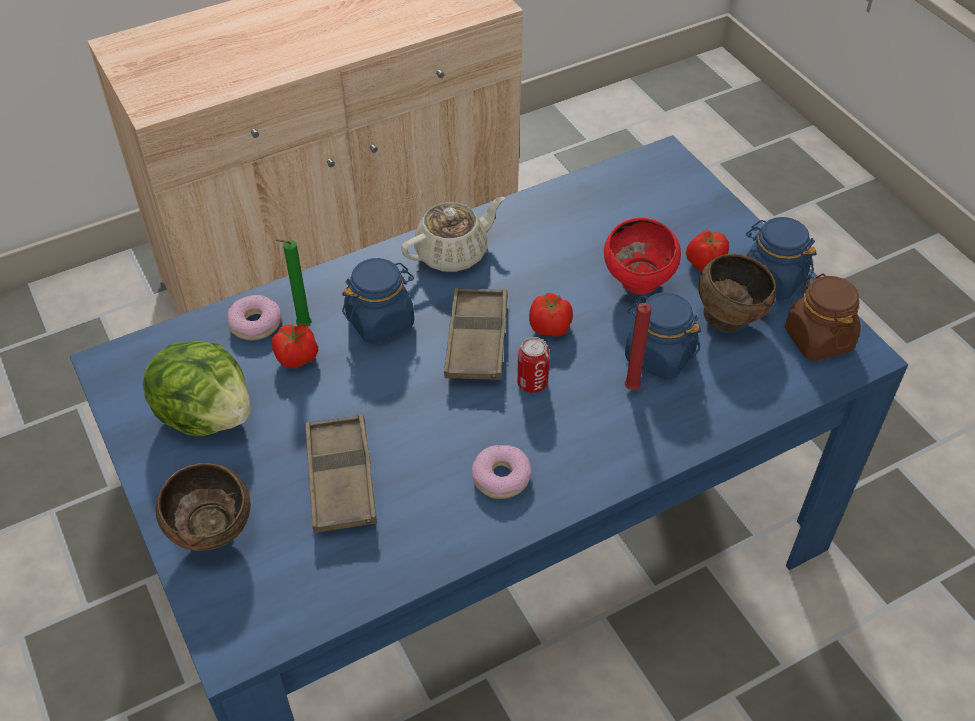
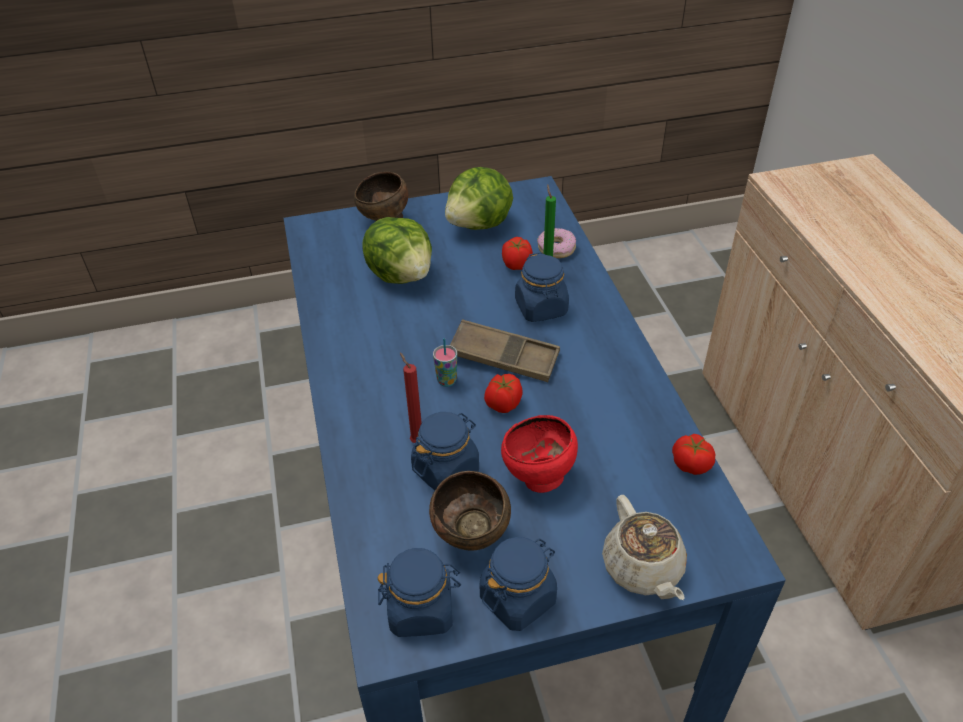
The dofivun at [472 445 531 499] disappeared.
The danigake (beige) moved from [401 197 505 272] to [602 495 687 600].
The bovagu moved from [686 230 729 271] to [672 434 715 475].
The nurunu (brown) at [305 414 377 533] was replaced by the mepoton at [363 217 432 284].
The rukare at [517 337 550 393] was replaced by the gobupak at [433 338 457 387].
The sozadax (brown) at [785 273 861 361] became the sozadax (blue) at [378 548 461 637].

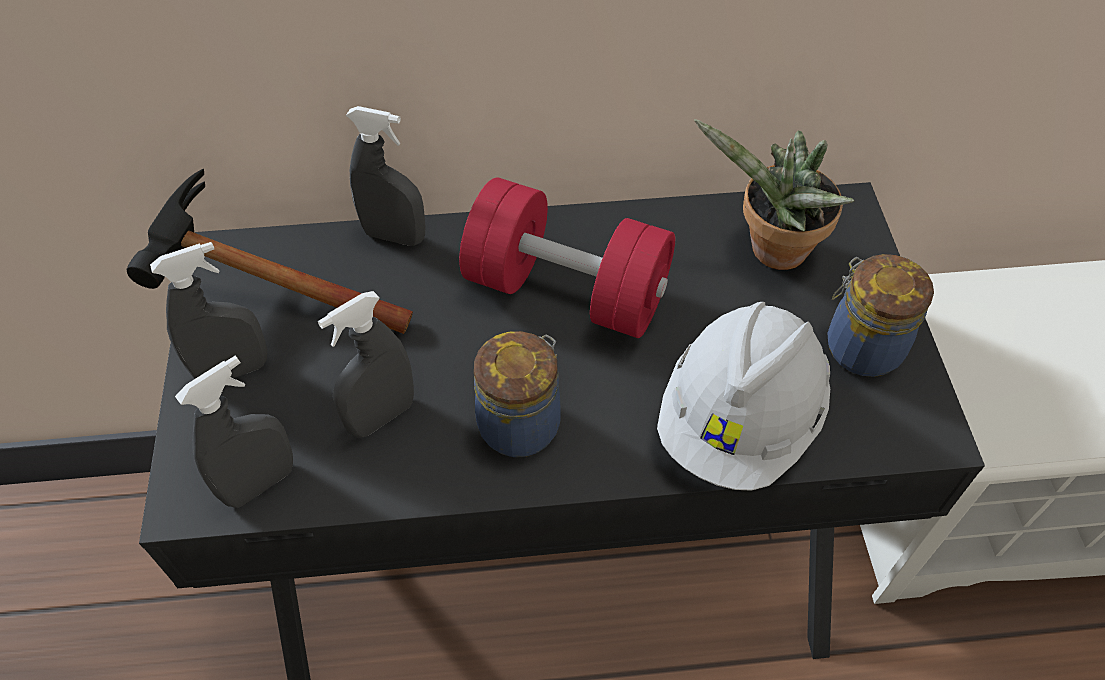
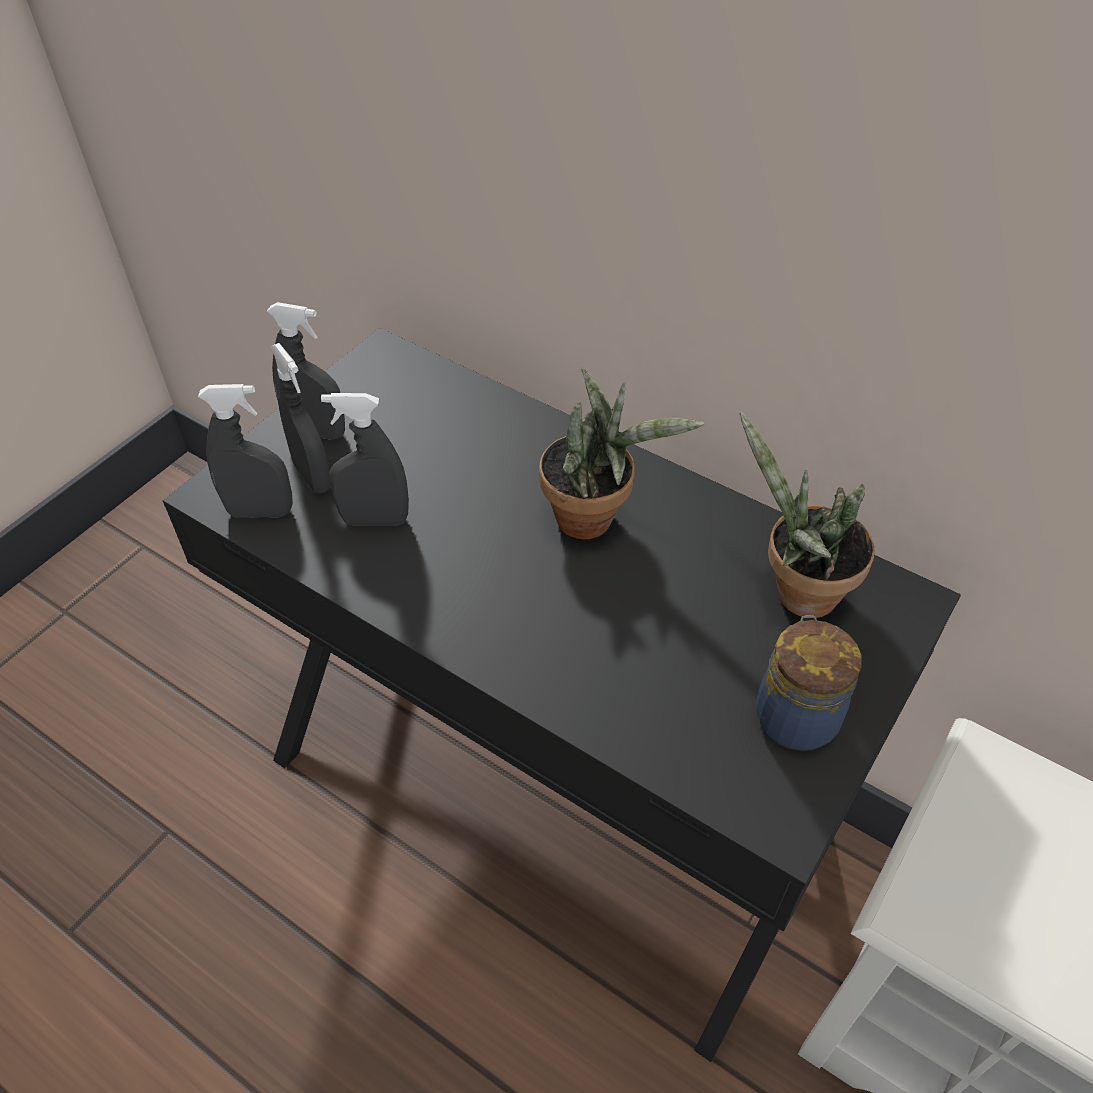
The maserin at [127 169 413 334] disappeared.
The sozadax at [474 331 561 457] disappeared.
The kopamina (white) at [657 302 830 491] disappeared.
The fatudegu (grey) moved from [346 106 425 246] to [270 343 330 493].
The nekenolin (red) at [459 177 675 338] was replaced by the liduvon at [539 367 704 539].

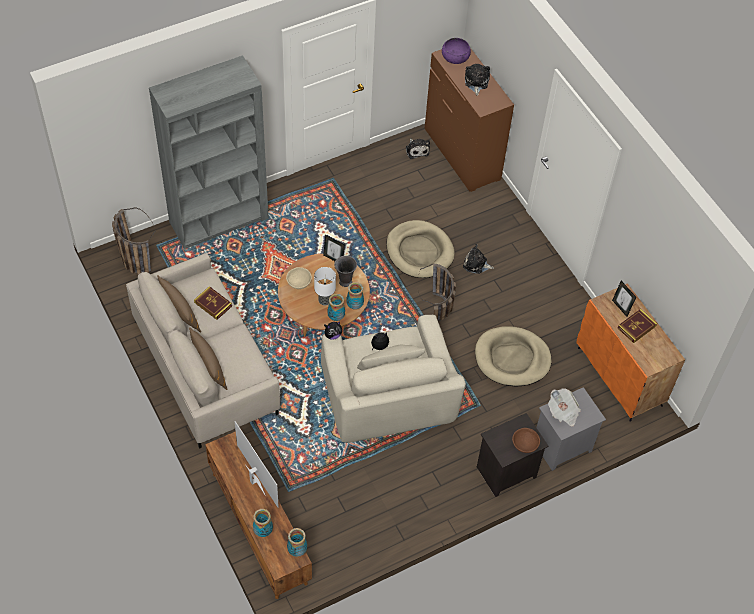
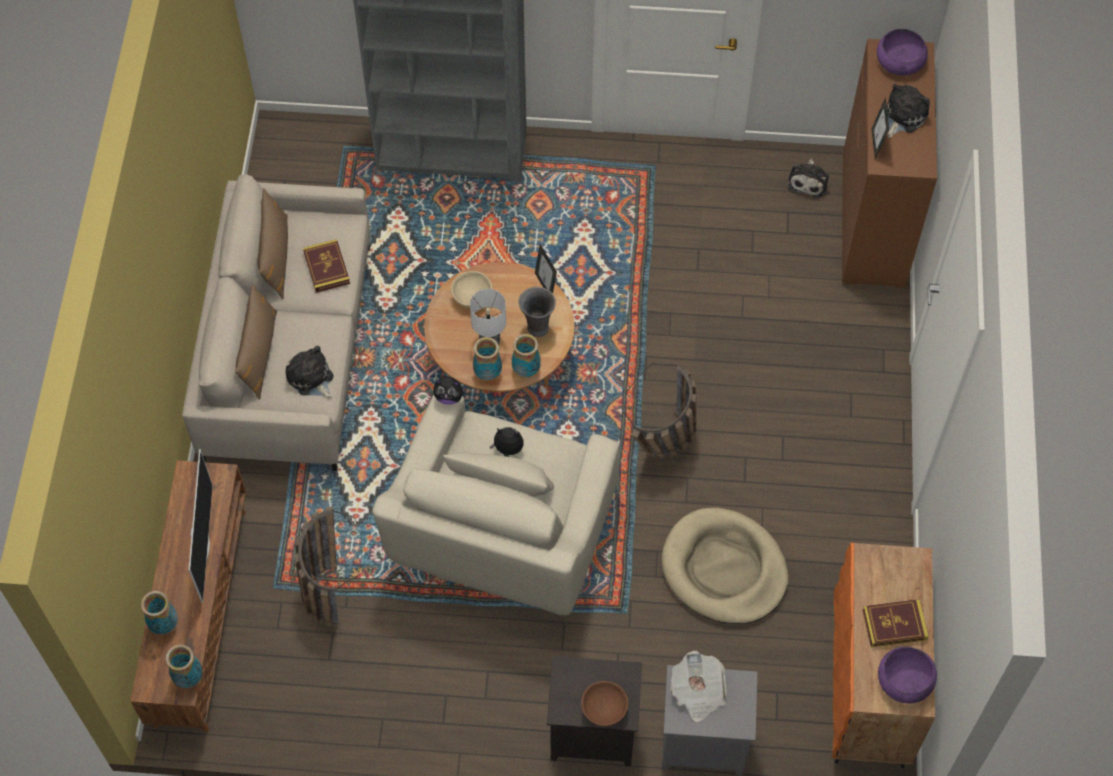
The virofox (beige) at [386 220 455 278] disappeared.
The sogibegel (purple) at [878 647 937 703] appeared.
The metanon moved from [112 207 156 275] to [295 506 362 627].
The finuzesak moved from [463 244 494 274] to [286 346 333 399].
The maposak moved from [612 281 636 317] to [872 97 889 159].

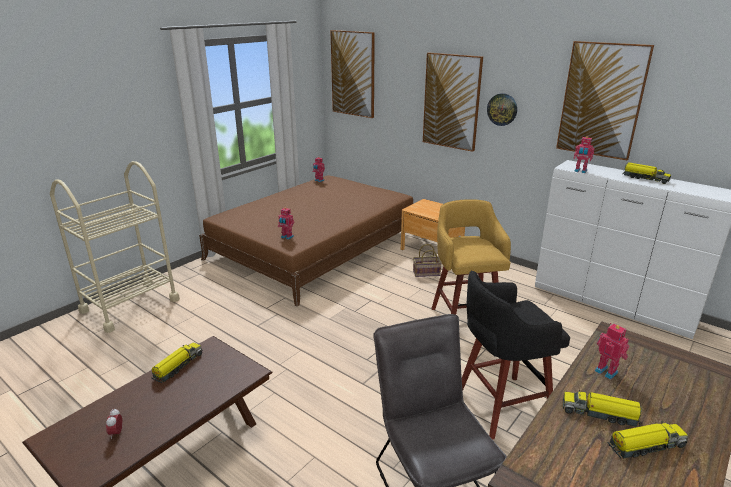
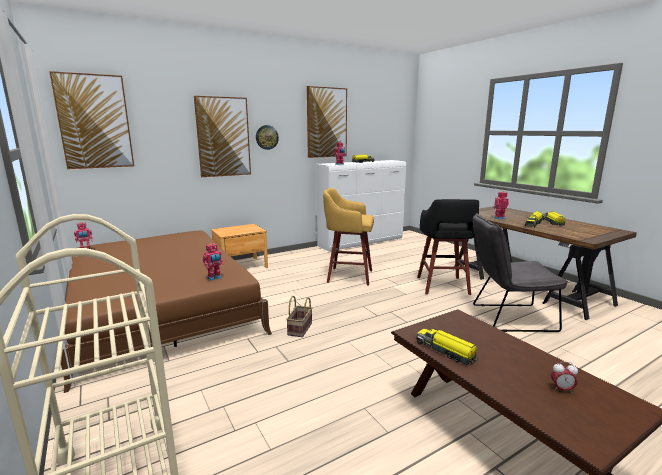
The metanon moved from [413 244 442 277] to [286 296 312 337].

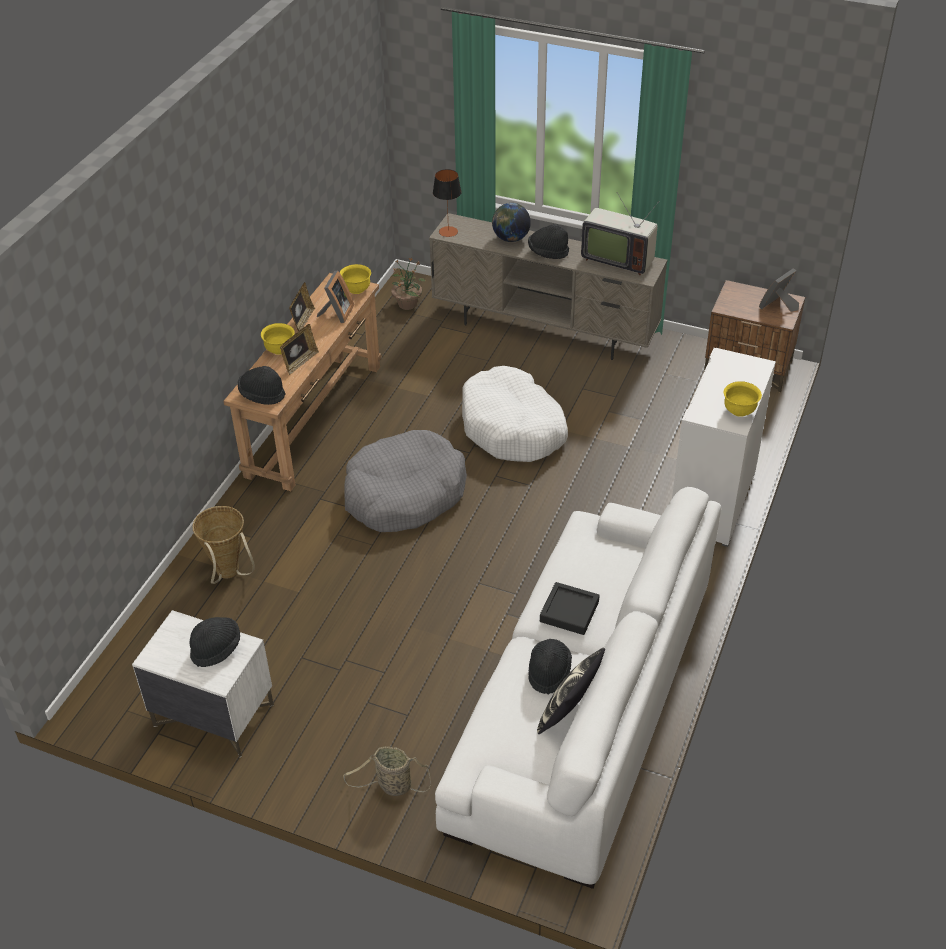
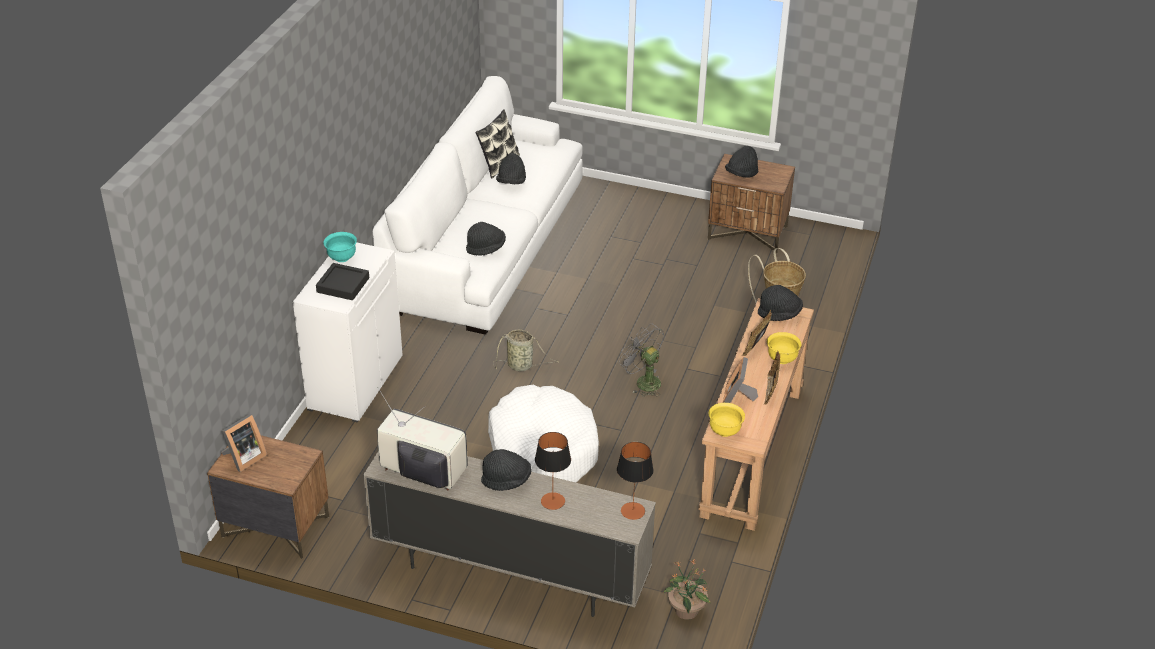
The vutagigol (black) at [466 222 506 256] appeared.
The metanon moved from [343 747 431 796] to [493 329 558 371].
The nurunu (black) moved from [540 582 600 635] to [316 263 369 300].
The virofox (grey) at [345 430 467 532] was replaced by the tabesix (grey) at [619 323 664 397].
The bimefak at [492 203 531 242] was replaced by the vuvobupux at [535 432 571 510].
The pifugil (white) at [132 610 274 757] became the pifugil (brown) at [708 154 795 253].
The sogibegel (yellow) at [724 381 762 417] became the sogibegel (turquoise) at [323 232 357 262].

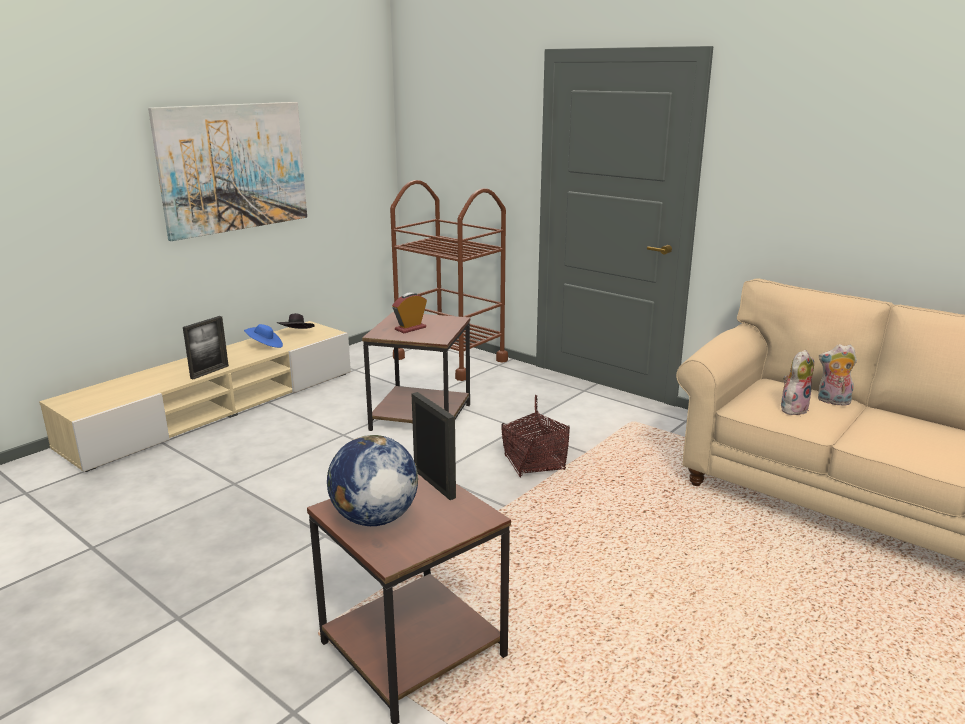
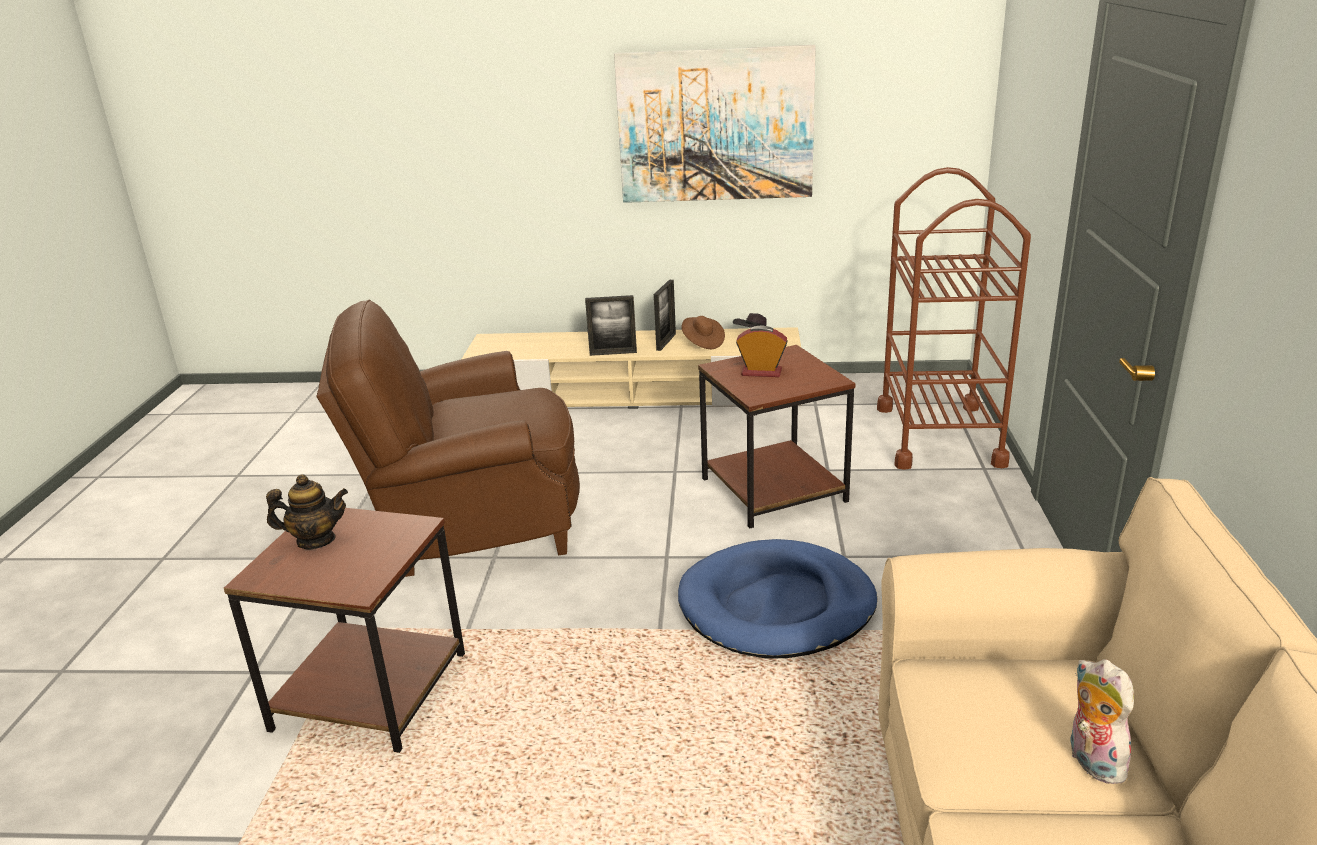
The finuzesak at [781 350 814 415] disappeared.
The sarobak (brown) at [316 300 580 577] appeared.
The maposak moved from [412 392 456 500] to [654 280 676 351].
The bimefak at [327 435 418 526] was replaced by the danigake at [266 474 348 550].
The metanon at [501 395 570 478] was replaced by the virofox (blue) at [678 539 877 659].
The vutagigol (blue) at [244 324 283 348] became the vutagigol (brown) at [681 316 725 349].

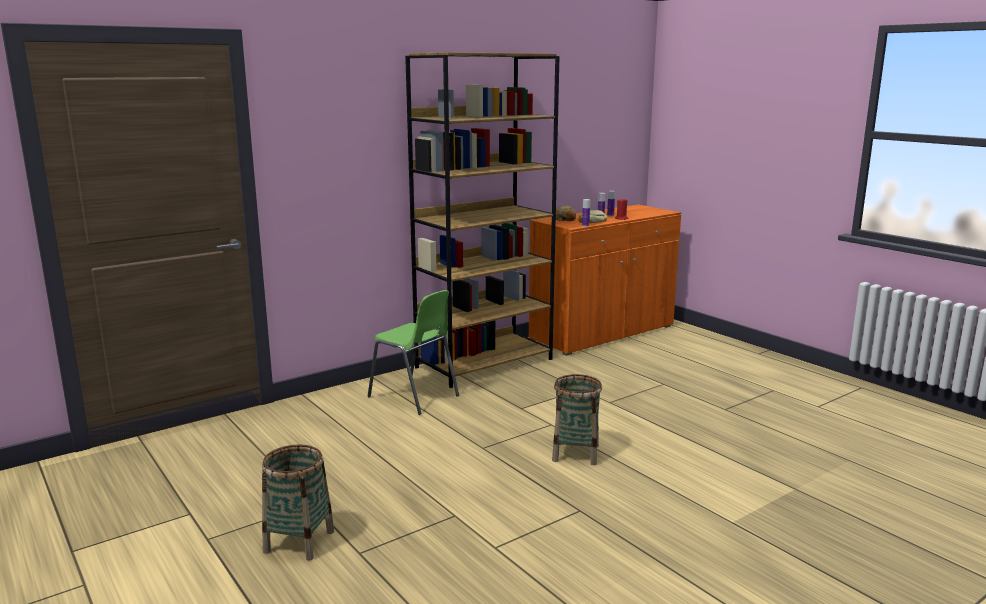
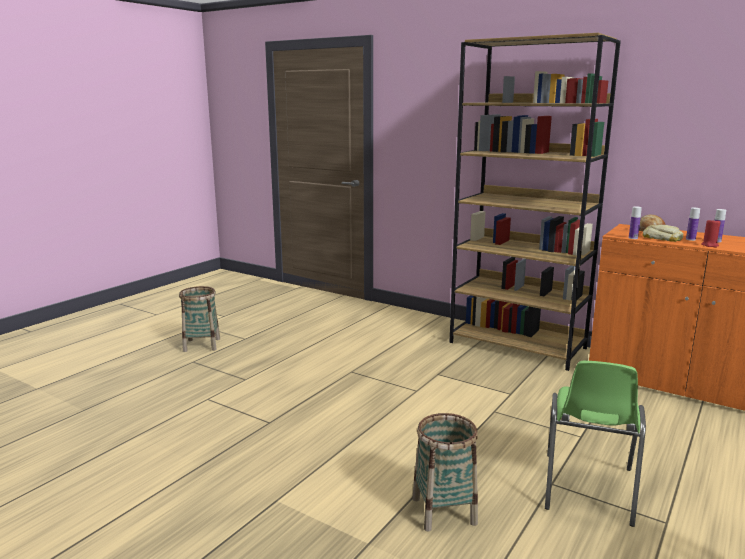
The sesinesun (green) moved from [367 290 459 415] to [545 361 646 527].
The metanon moved from [552 374 602 465] to [412 413 478 532].

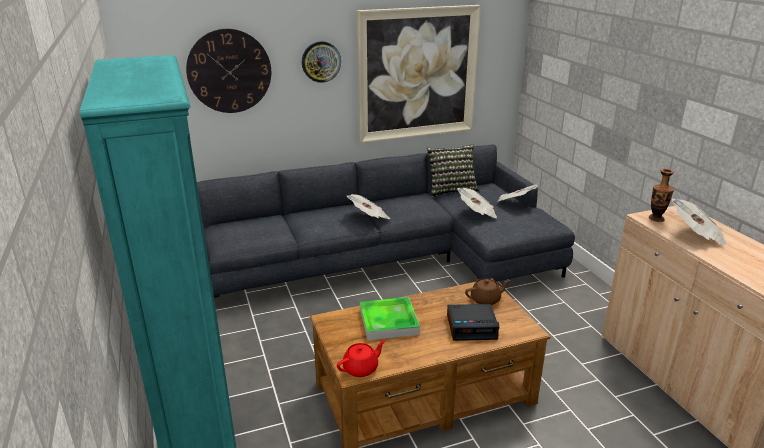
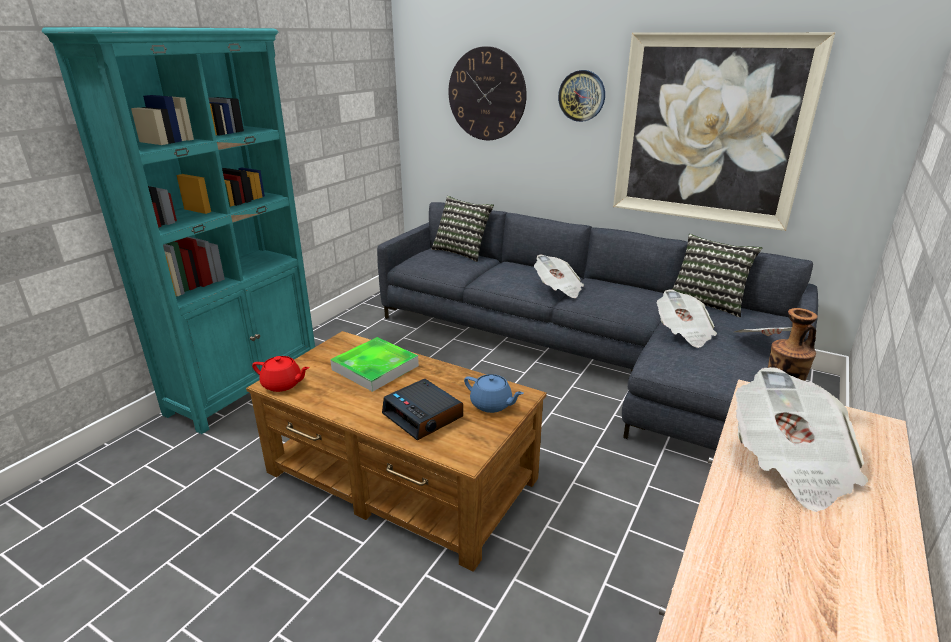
The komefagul at [431 196 494 262] appeared.
The danigake (brown) at [465 278 510 305] became the danigake (blue) at [464 374 524 413].

